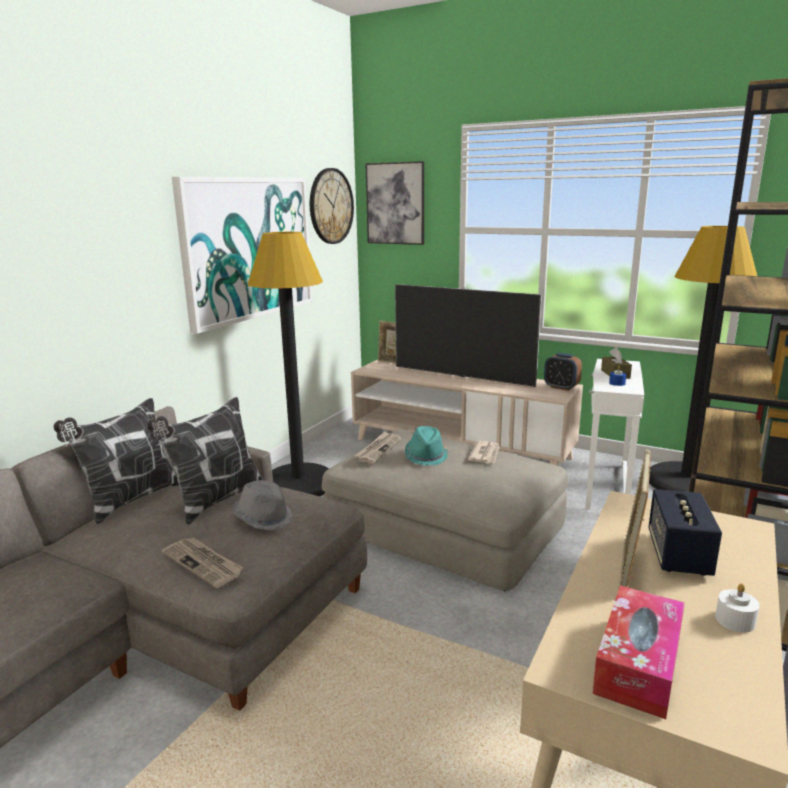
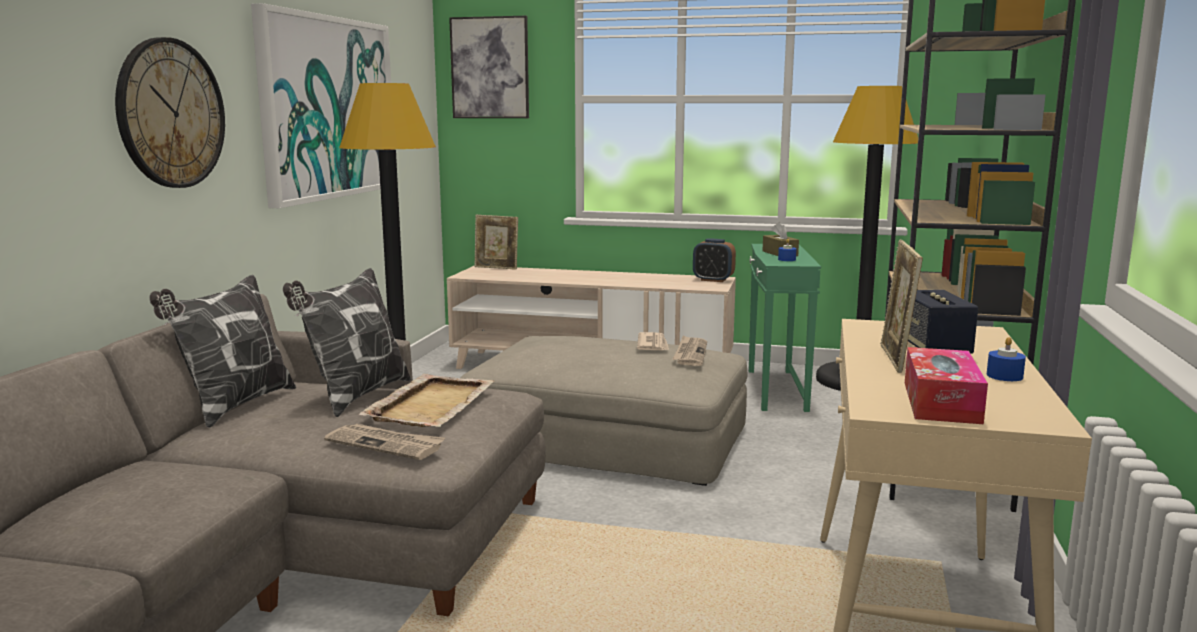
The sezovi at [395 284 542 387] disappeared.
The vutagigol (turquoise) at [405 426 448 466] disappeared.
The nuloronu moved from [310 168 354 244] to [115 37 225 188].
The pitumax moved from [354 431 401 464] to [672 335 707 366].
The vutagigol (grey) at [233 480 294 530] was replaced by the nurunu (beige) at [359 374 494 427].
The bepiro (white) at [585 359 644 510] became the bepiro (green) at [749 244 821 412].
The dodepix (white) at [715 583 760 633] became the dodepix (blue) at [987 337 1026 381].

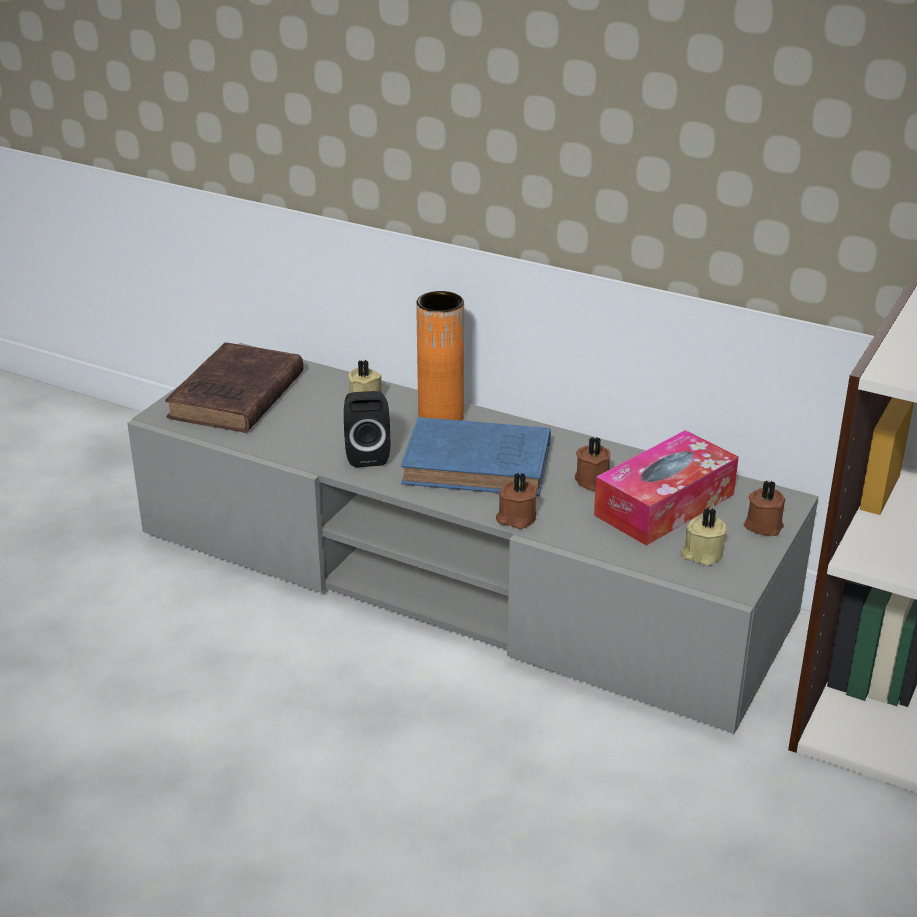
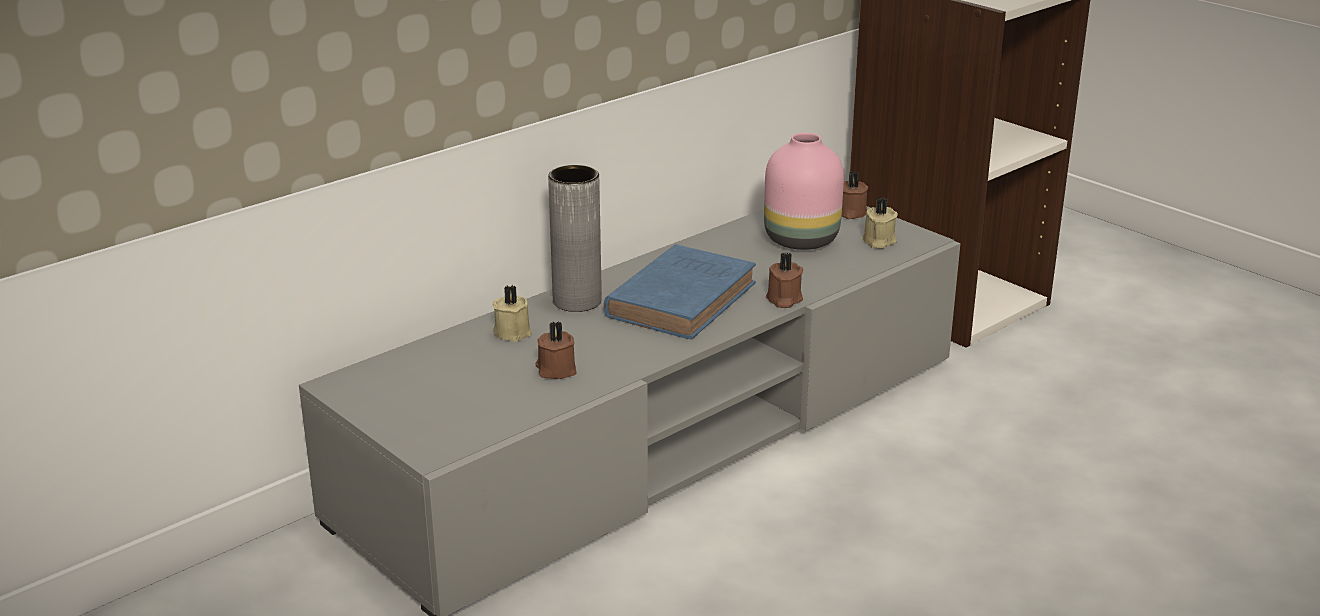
The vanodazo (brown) at [165 342 304 433] disappeared.
The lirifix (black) at [344 391 390 467] disappeared.
The dodepix (brown) moved from [575 436 610 491] to [535 321 576 379].
The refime at [594 430 739 546] was replaced by the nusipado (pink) at [764 133 844 250].
The nusipado (orange) at [416 291 464 421] became the nusipado (grey) at [548 165 602 312].

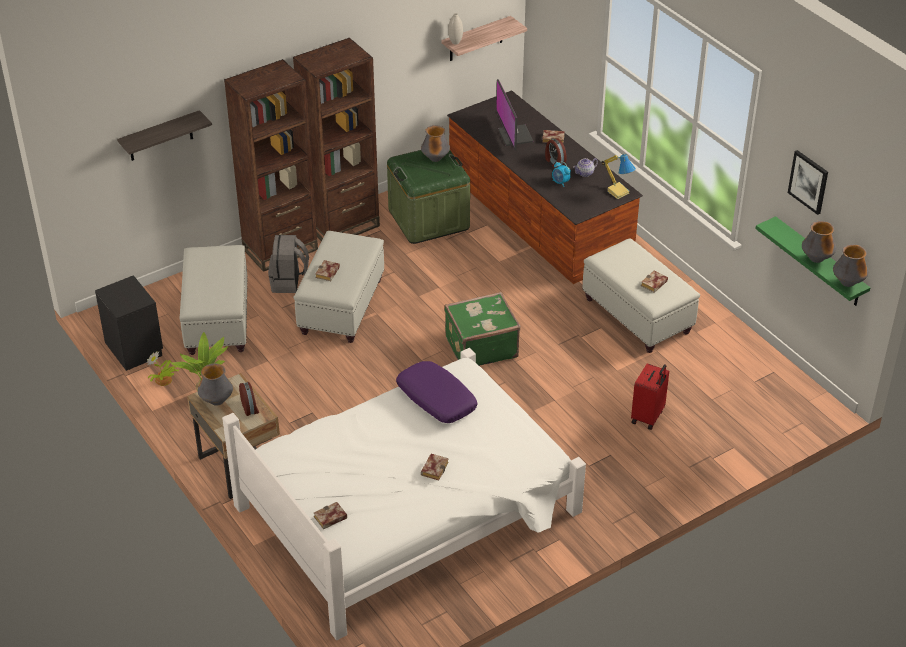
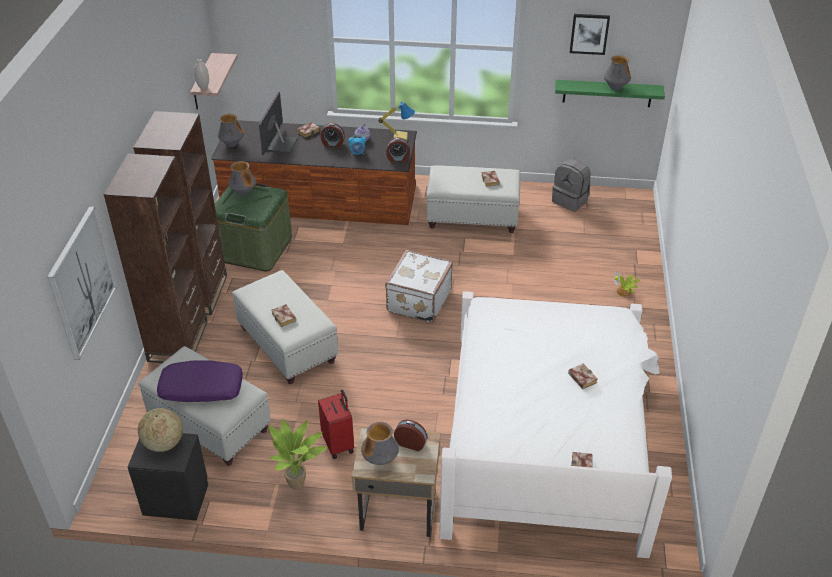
The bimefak at [138 408 183 452] appeared.
The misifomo at [386 137 410 162] appeared.
The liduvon moved from [147 352 179 386] to [614 271 640 297].
The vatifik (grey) moved from [268 235 309 293] to [552 159 591 212].
The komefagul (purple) moved from [396 361 477 423] to [157 360 243 402].
The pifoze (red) moved from [631 363 669 430] to [318 389 354 459].
The nusipado moved from [833 244 868 287] to [218 114 244 147].
The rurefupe at [117 110 212 161] was replaced by the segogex at [47 206 117 360].
The pifoze (green) at [444 292 521 366] became the pifoze (white) at [385 250 453 323].
The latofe at [496 79 534 150] turned 75 degrees clockwise.

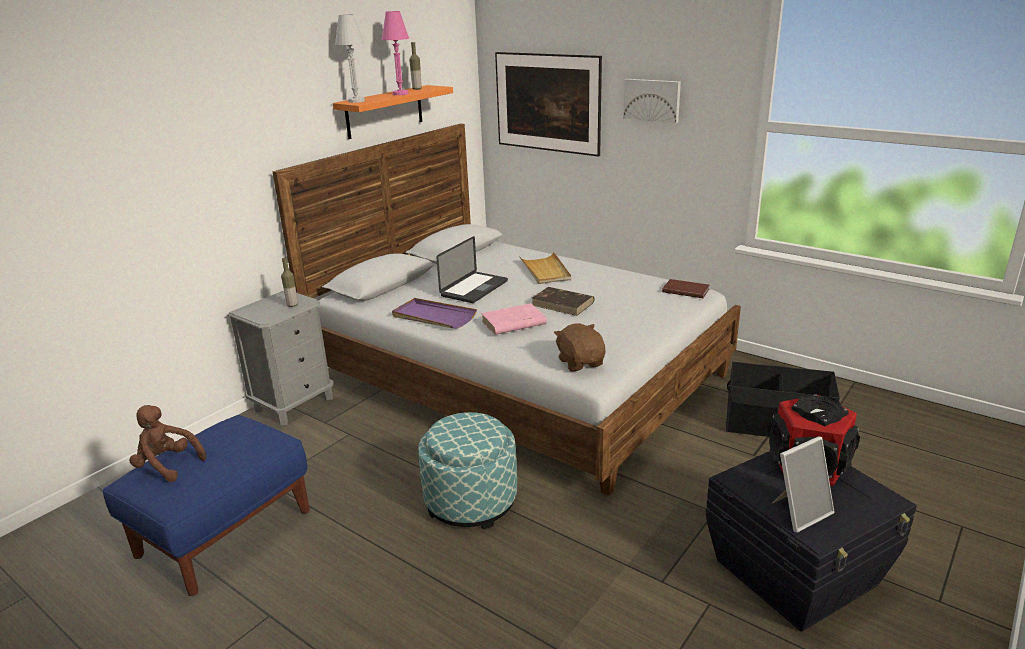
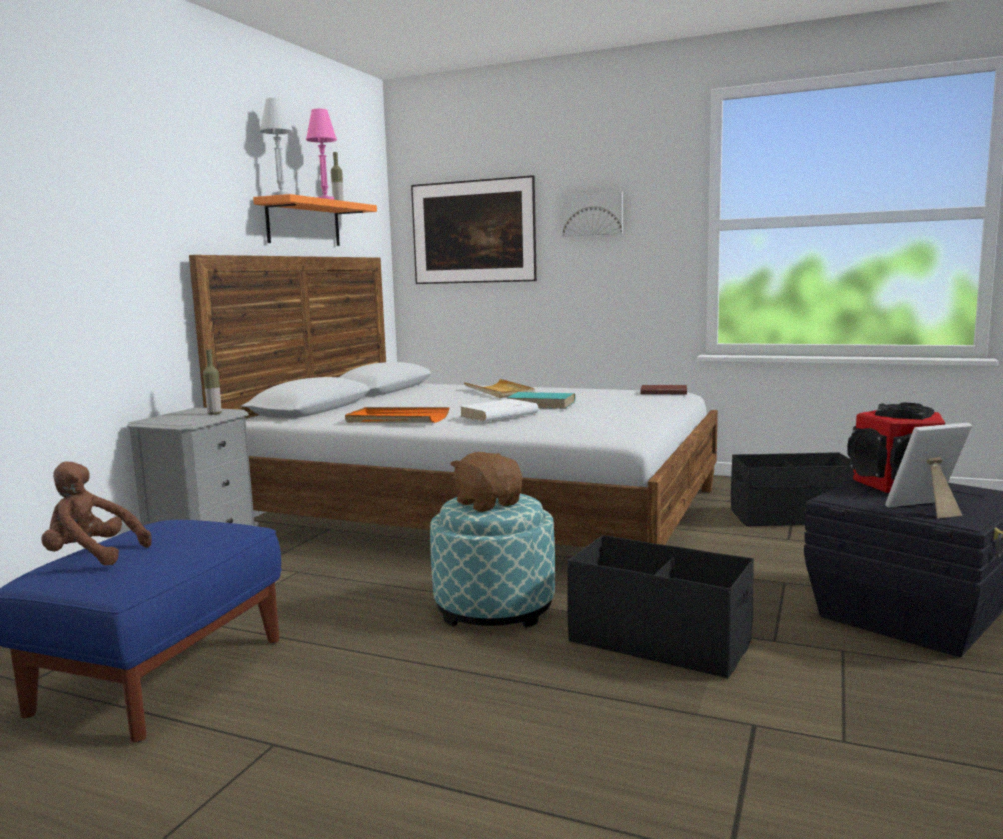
The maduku at [436 236 508 303] disappeared.
The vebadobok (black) at [567 535 754 679] appeared.
The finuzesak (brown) moved from [554 323 606 371] to [450 452 522 512].
The nurunu (purple) at [392 298 477 329] became the nurunu (orange) at [345 407 450 423].
The vanodazo (pink) at [481 303 547 335] became the vanodazo (white) at [459 399 539 422].
The vanodazo (brown) at [532 287 594 316] became the vanodazo (turquoise) at [507 392 575 409].
The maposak at [772 436 834 533] turned 150 degrees counterclockwise.

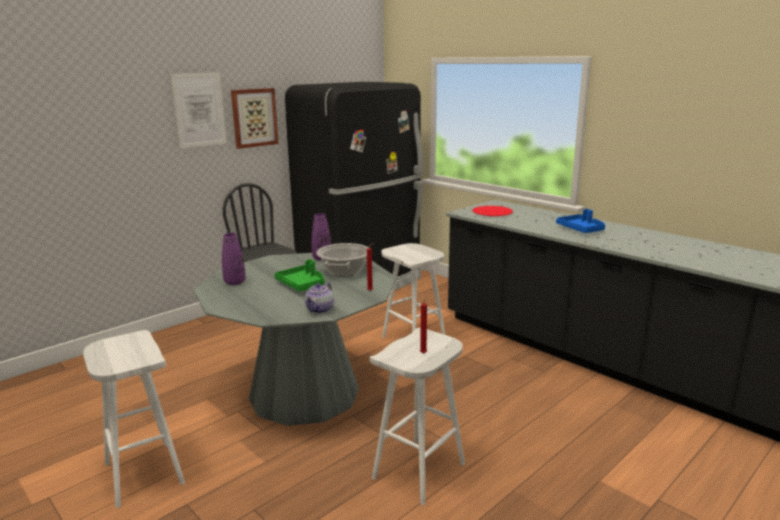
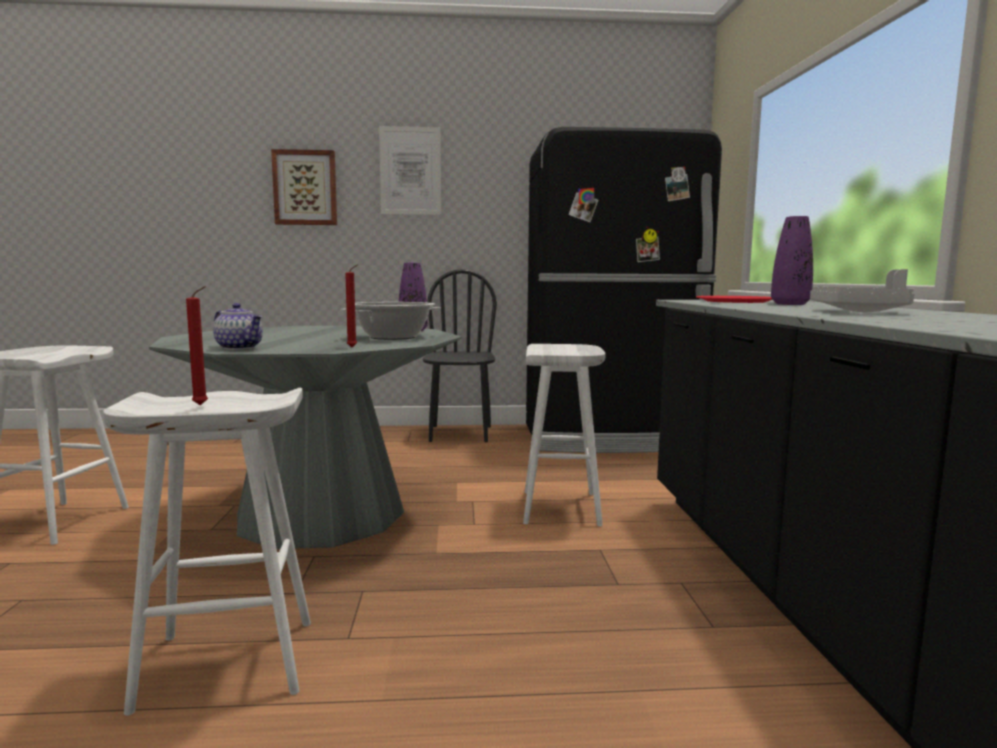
The nurunu (green) at [274 259 325 292] disappeared.
The nusipado (purple) moved from [222 233 246 285] to [771 216 813 305].
The segogex moved from [231 88 279 149] to [271 149 337 225].
The nurunu (blue) at [556 209 605 233] became the nurunu (grey) at [810 269 915 312].
The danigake at [305 282 334 314] turned 120 degrees counterclockwise.

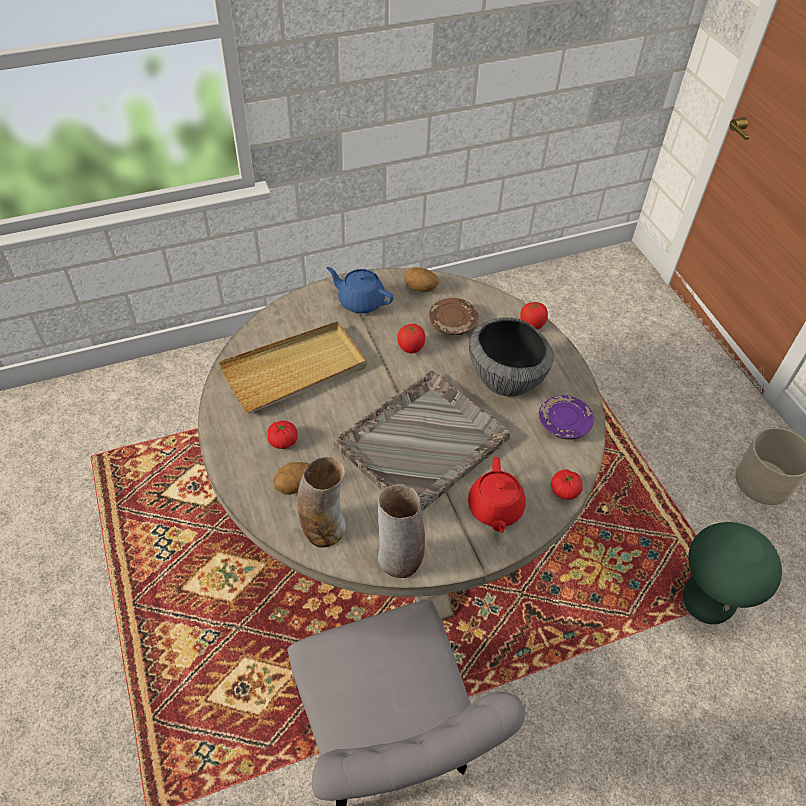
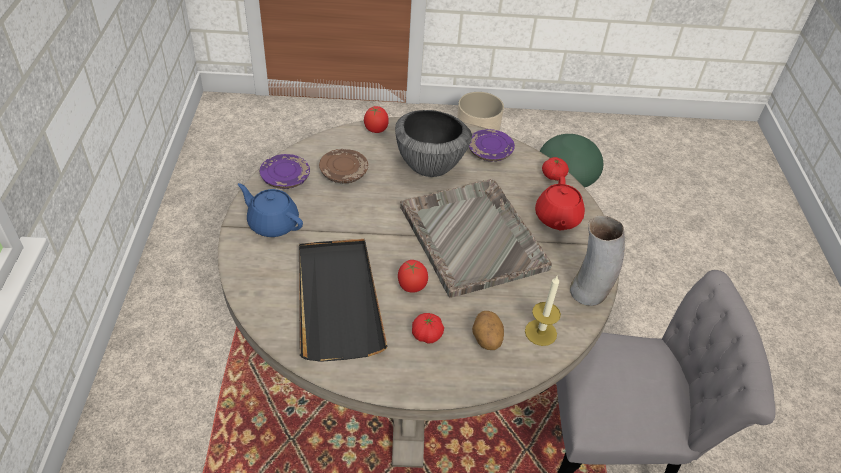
The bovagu moved from [397 324 425 353] to [398 260 428 293].
The nusipado at [297 457 346 548] was replaced by the dodepix at [525 276 561 346].
The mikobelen at [404 267 439 292] was replaced by the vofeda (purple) at [260 154 310 189].
The nurunu (beige) at [218 321 367 413] became the nurunu (black) at [299 239 388 362].
The danigake (blue) at [326 267 394 314] turned 75 degrees clockwise.
The danigake (red) at [468 457 526 533] turned 75 degrees clockwise.

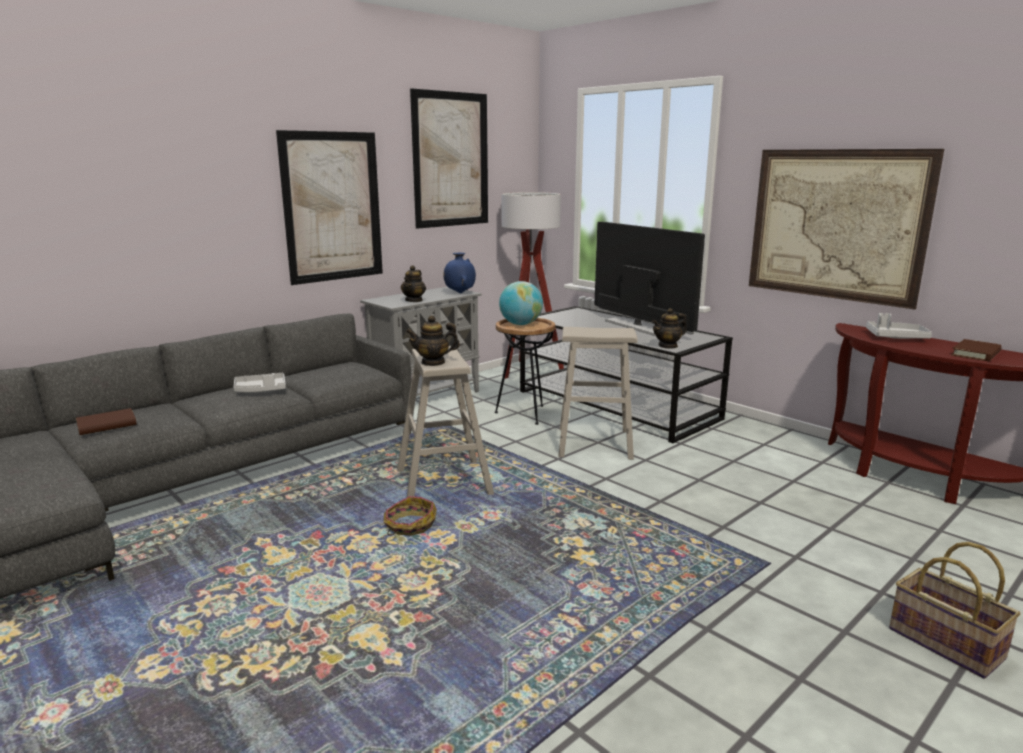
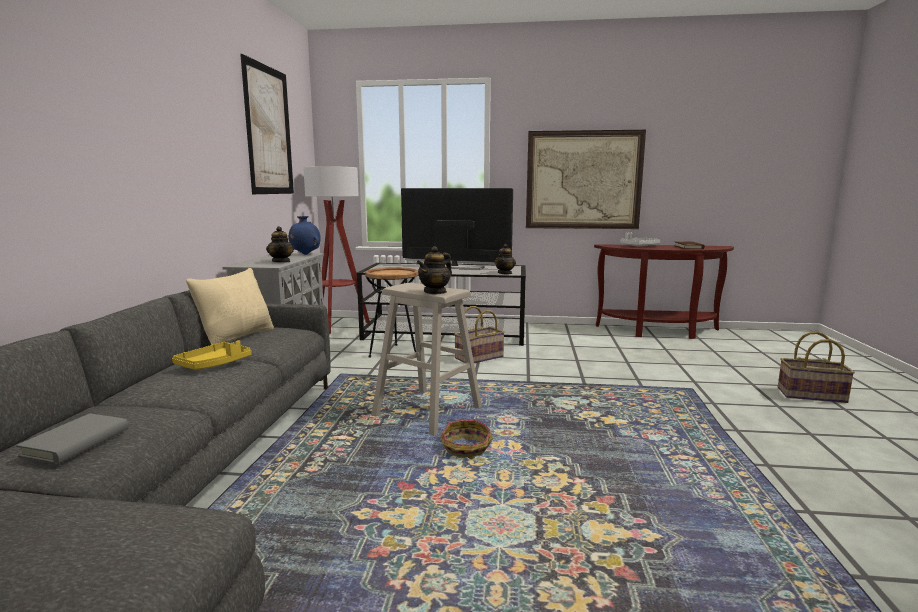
The segogex at [276 130 383 285] disappeared.
The bimefak at [499 281 543 325] disappeared.
The komefagul (beige) at [186 268 274 345] appeared.
The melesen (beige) at [558 327 638 460] was replaced by the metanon at [454 306 505 363].
The vanodazo (brown) at [76 408 137 435] became the vanodazo (grey) at [16 414 129 464].
The nurunu (grey) at [234 373 286 392] became the nurunu (yellow) at [172 340 252 370].

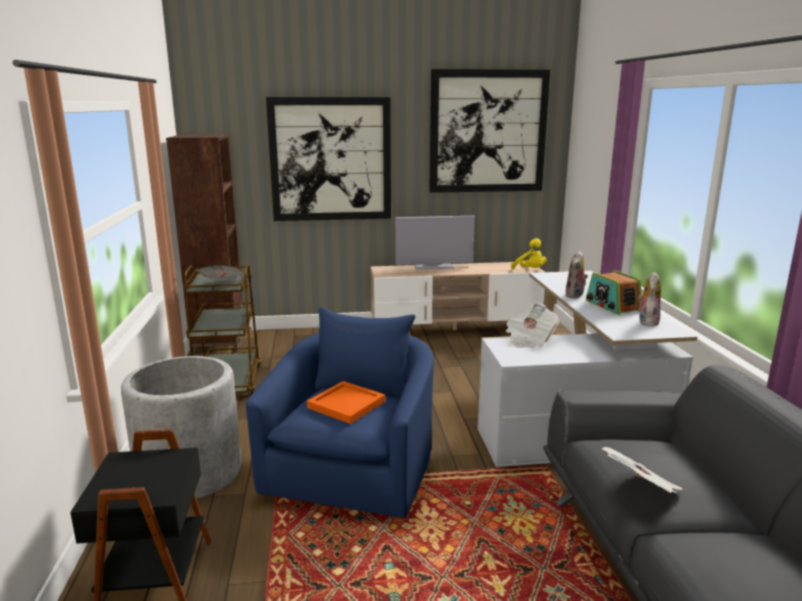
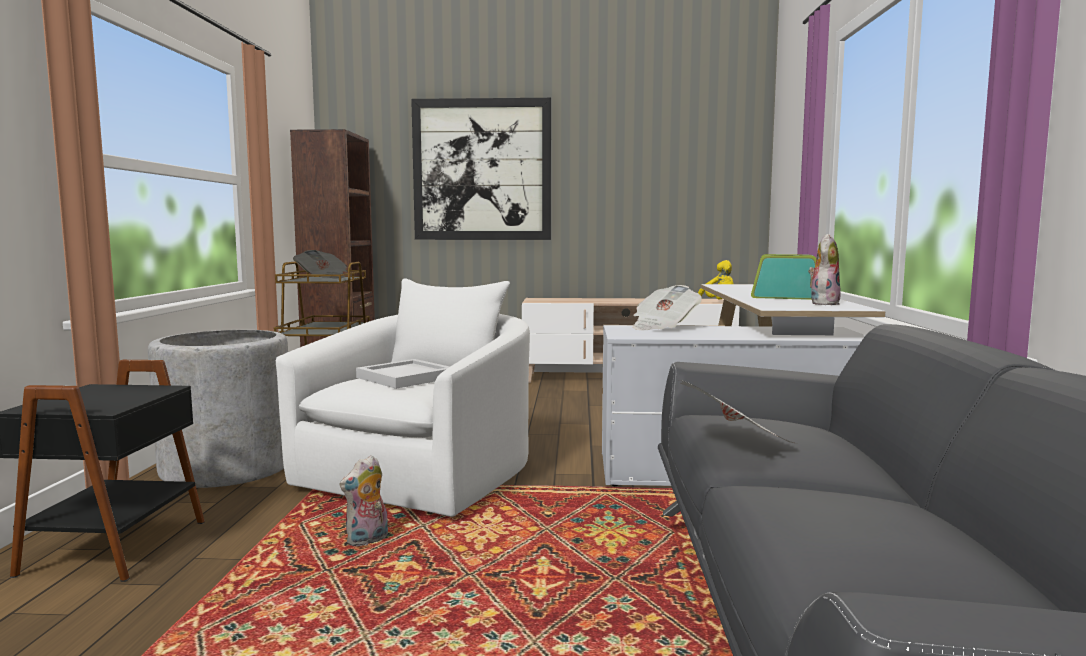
The sezovi at [395 216 475 269] disappeared.
The segogex at [429 69 550 193] disappeared.
The finuzesak moved from [565 251 588 298] to [339 455 388 546].
The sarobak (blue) at [246 307 434 518] became the sarobak (white) at [276 279 530 517].
The nurunu (orange) at [307 381 385 424] became the nurunu (white) at [356 359 450 389].
The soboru at [586 270 641 315] turned 120 degrees clockwise.

